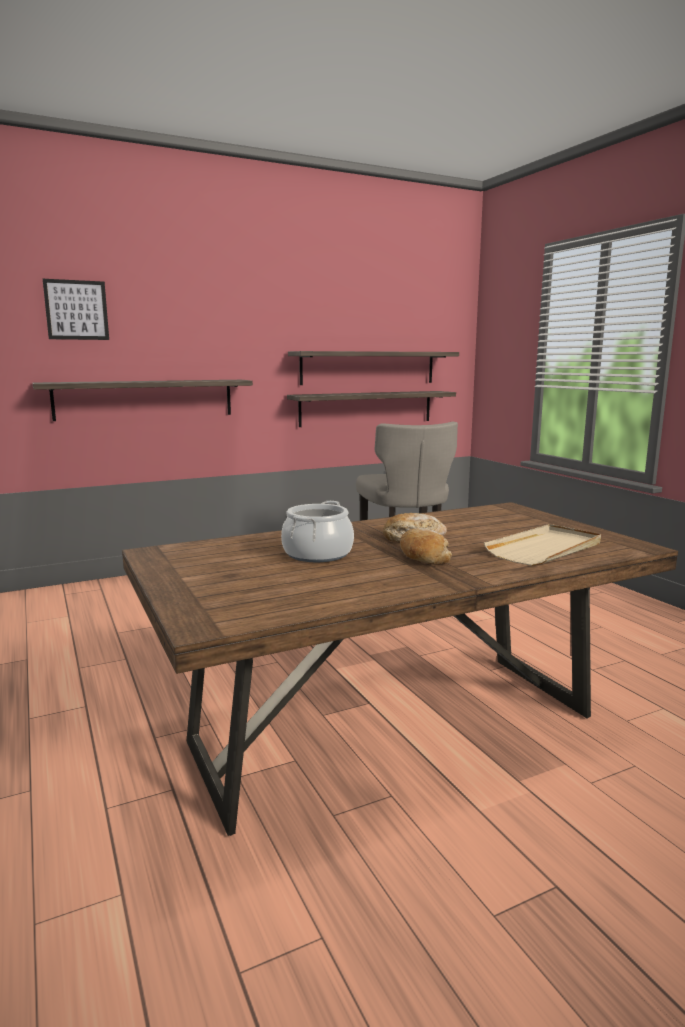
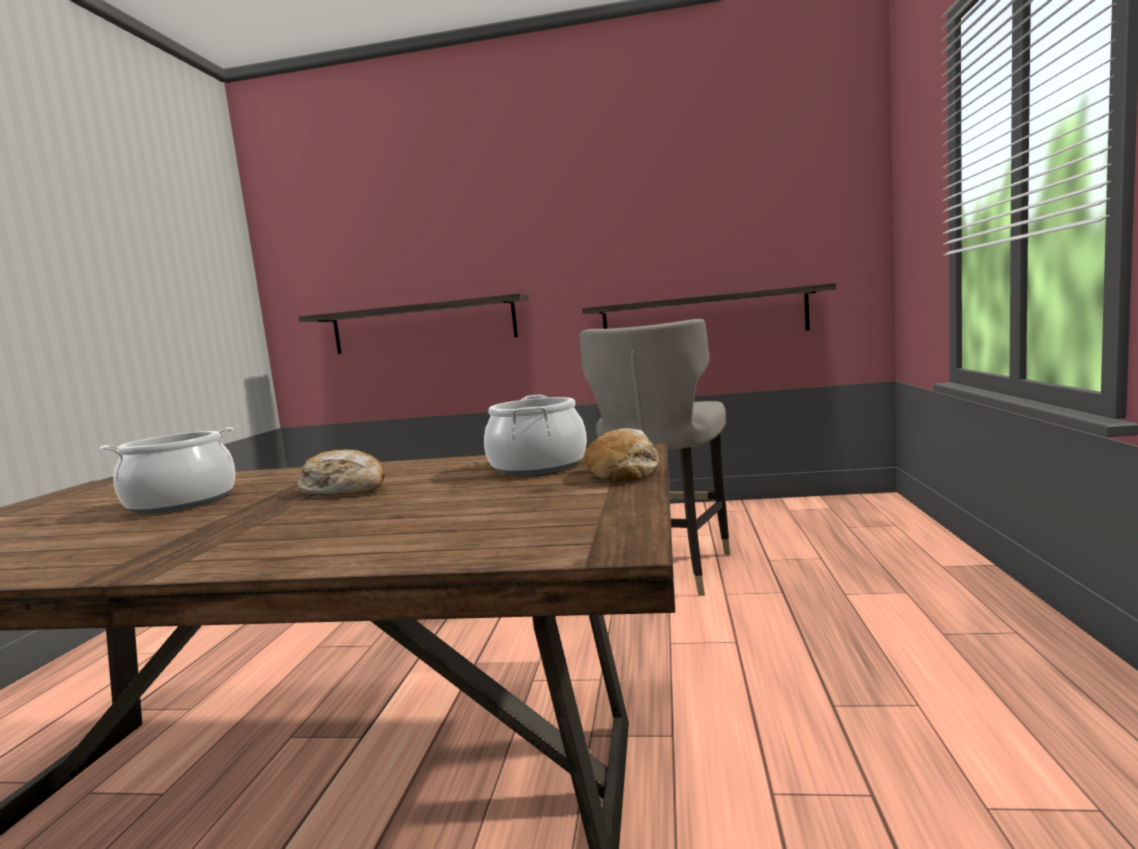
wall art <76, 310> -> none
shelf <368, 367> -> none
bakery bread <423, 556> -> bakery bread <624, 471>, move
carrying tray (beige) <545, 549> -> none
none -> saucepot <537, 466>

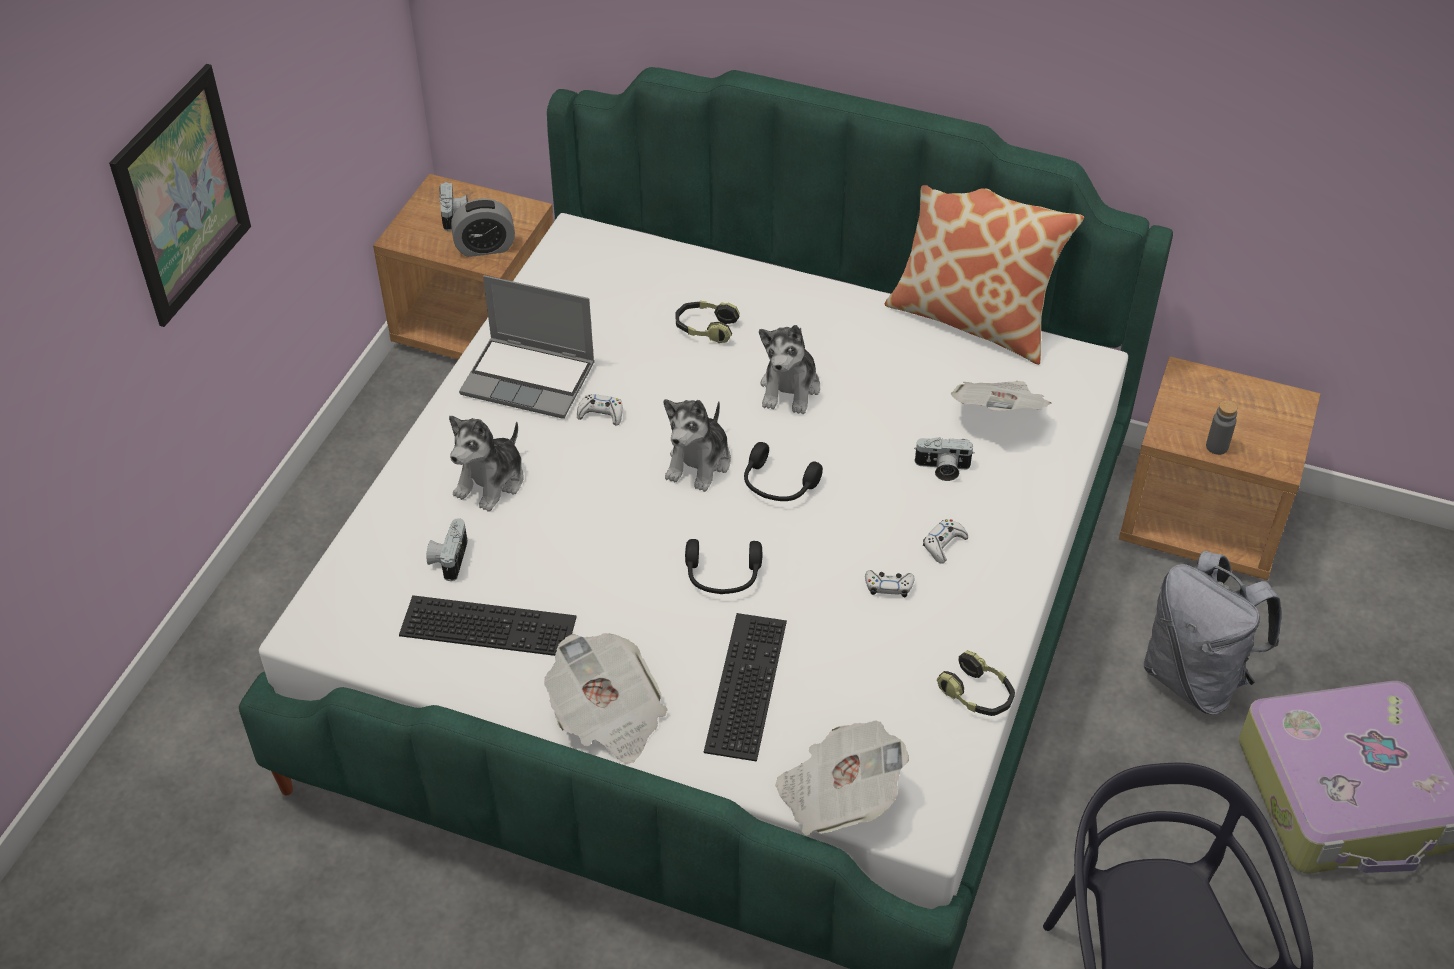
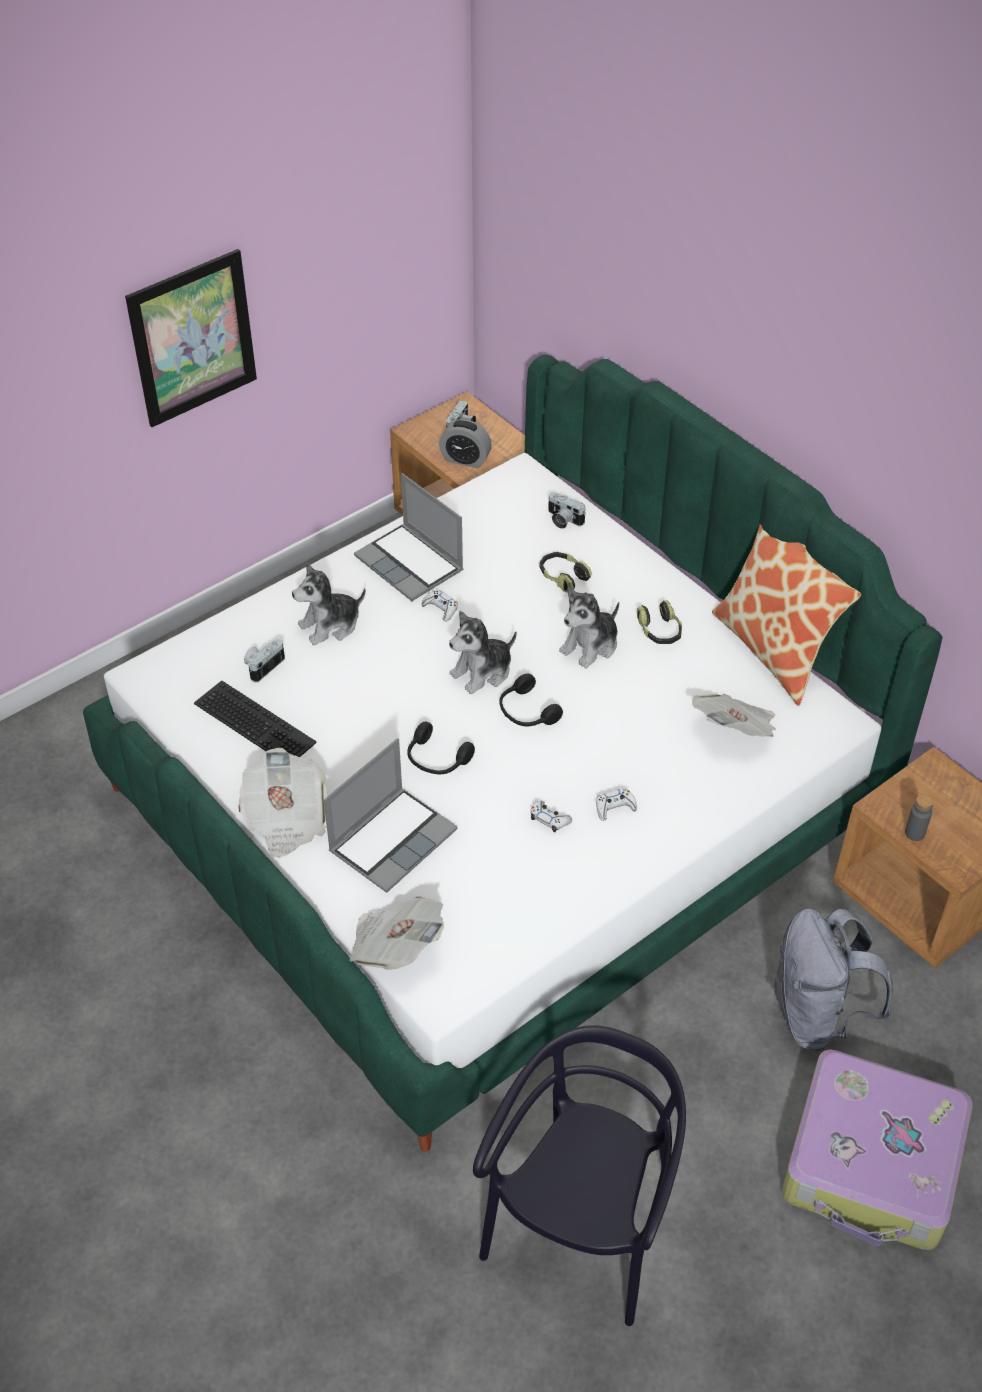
keyboard <743, 683> -> notebook computer <393, 839>
photo camera <942, 469> -> photo camera <563, 520>, move
headset <977, 695> -> headset <659, 631>, move

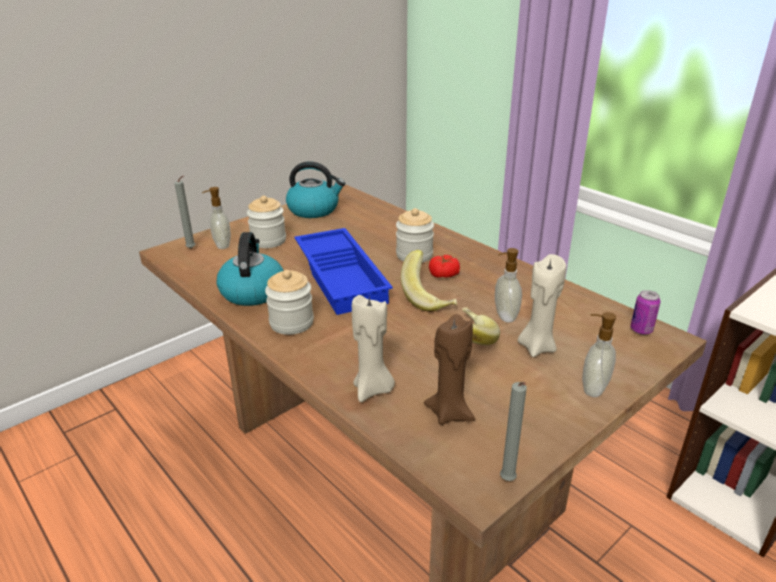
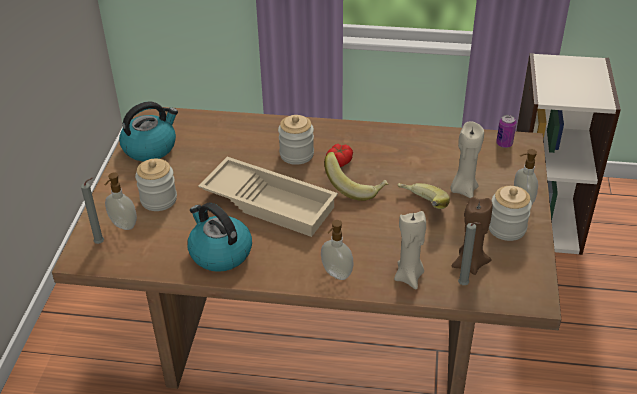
preserve jar <291, 323> -> preserve jar <506, 228>, move
carrying tray (blue) <343, 277> -> carrying tray (beige) <270, 202>
soap dispenser <504, 316> -> soap dispenser <336, 274>, move
candle (gray) <508, 481> -> candle (gray) <464, 285>, move

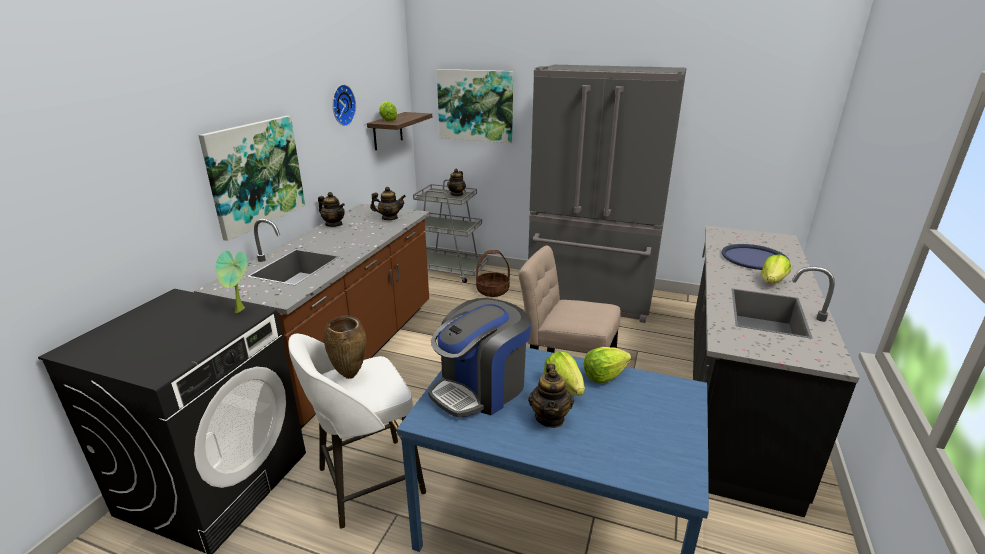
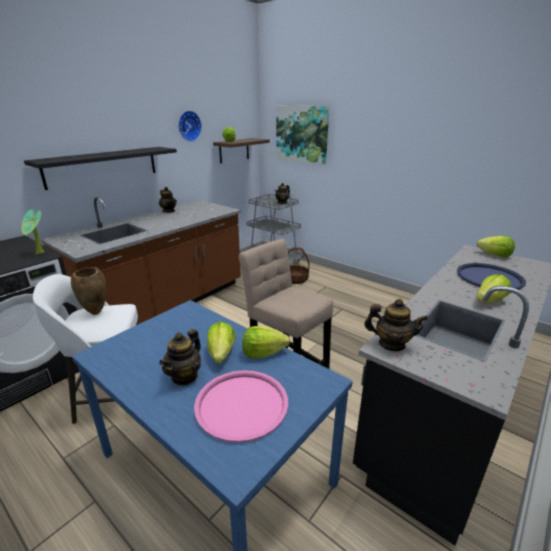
wall art <255, 174> -> shelf (black-coloured) <103, 166>
pot for tea <389, 218> -> pot for tea <391, 344>, move
coffee machine <480, 388> -> none
refrigerator (gray) <591, 298> -> none
none -> carrying tray (pink) <241, 404>
none -> lettuce <495, 255>

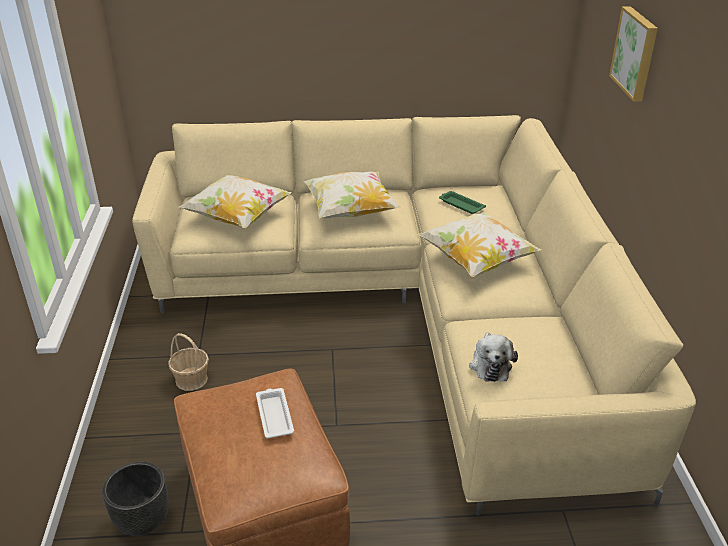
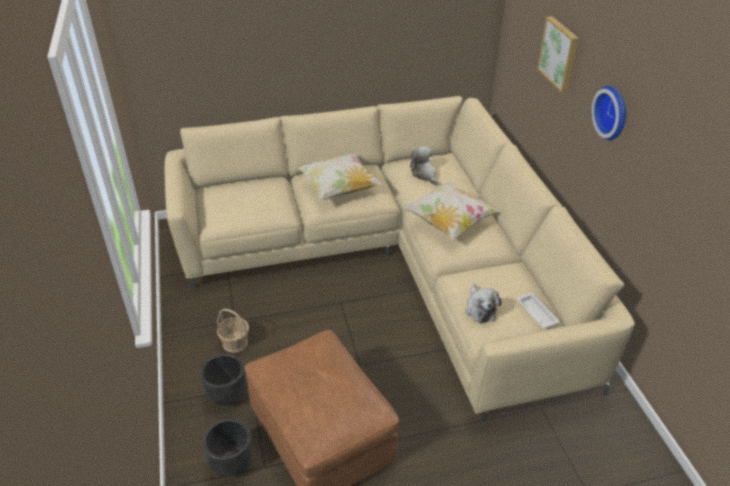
throw pillow <237, 218> -> none
carrying tray (white) <274, 415> -> carrying tray (white) <536, 312>, move
carrying tray (green) <461, 205> -> soft toy <424, 174>
none -> flower pot (black-coloured) <226, 396>
none -> clock on the wall <613, 112>

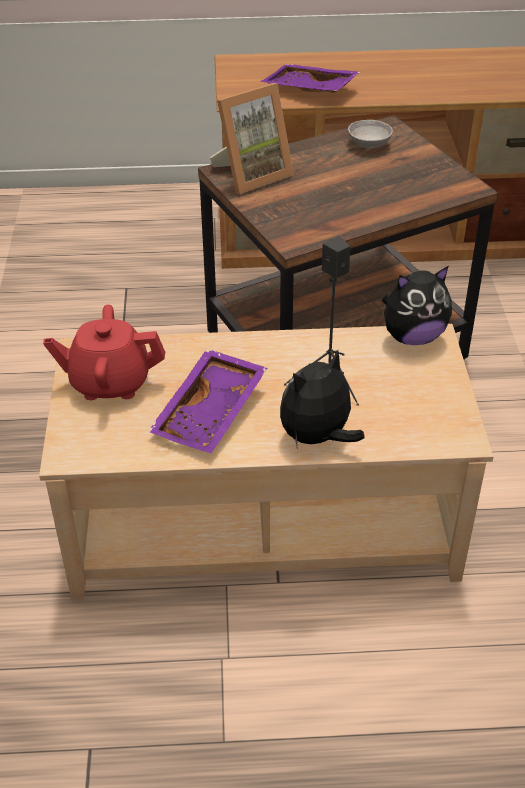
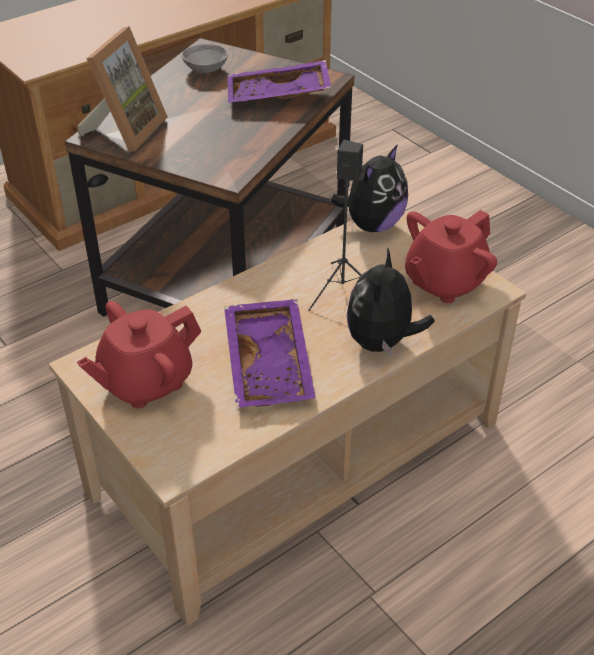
carrying tray (purplish) <308, 90> -> carrying tray (purplish) <278, 96>, move
none -> pot for tea (red) <444, 282>

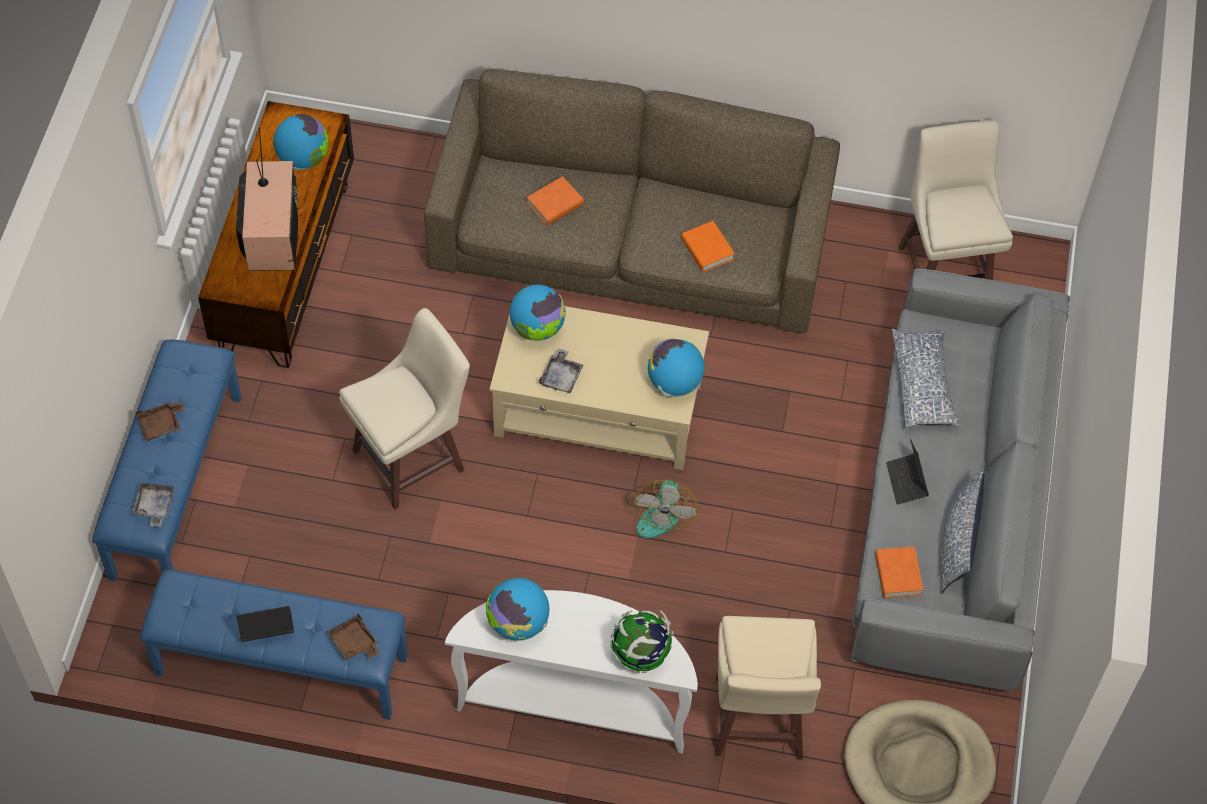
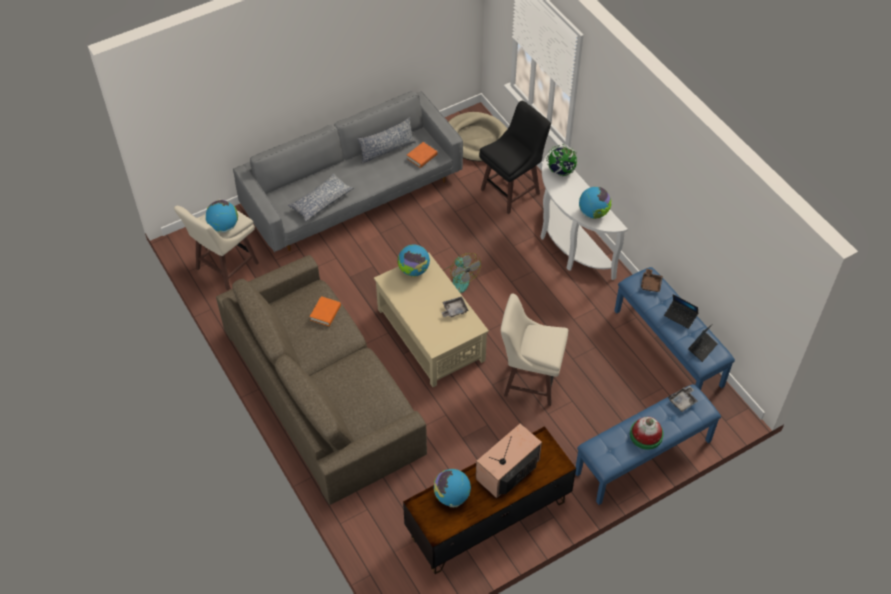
carrying tray (brownish) <161, 425> -> clothing hat <646, 435>
desk globe <537, 328> -> desk globe <224, 226>, move
bound book (orange-coloured) <555, 204> -> none
electric fan <659, 512> -> electric fan <457, 279>, 90 degrees clockwise
stool (beige) <757, 721> -> stool (black-coloured) <512, 191>
notebook computer <906, 482> -> notebook computer <702, 348>, move

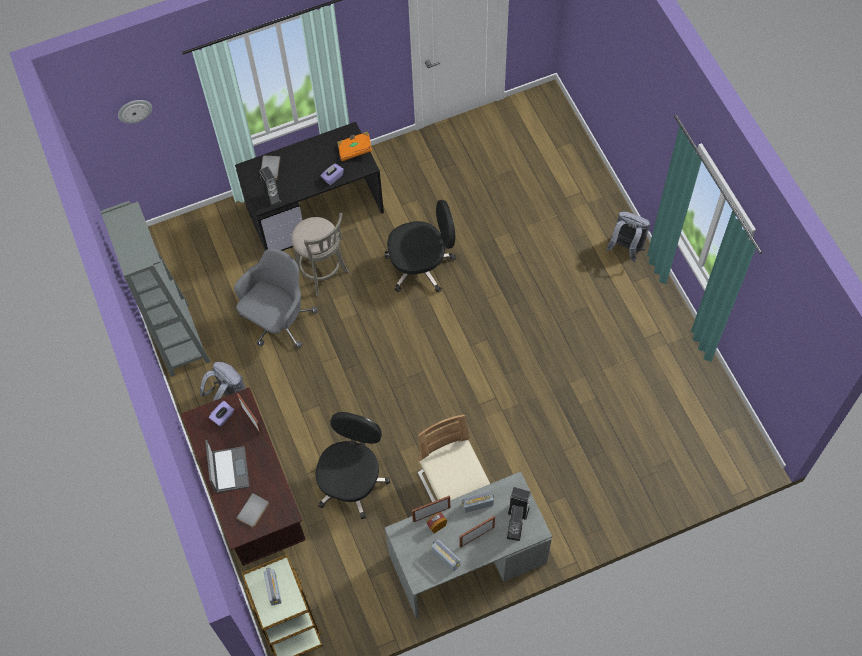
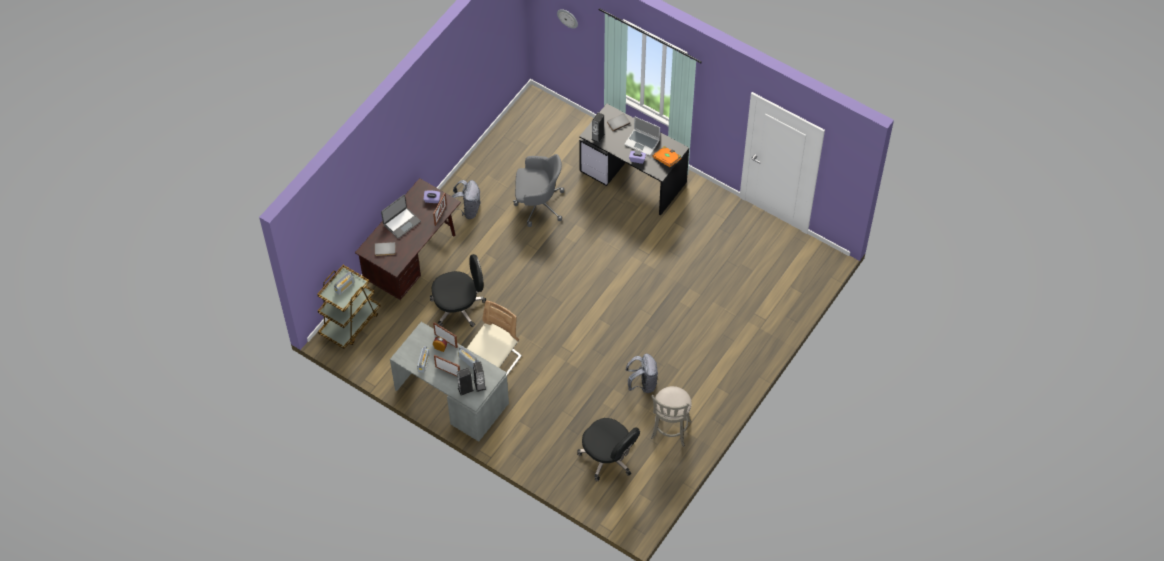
bookshelf (gray) <179, 340> -> none
stool (gray) <323, 274> -> stool (gray) <670, 432>, move
computer chair (black-coloured) <421, 266> -> computer chair (black-coloured) <608, 457>, move
knapsack (gray) <626, 248> -> knapsack (gray) <642, 383>, move
none -> notebook computer <642, 142>

